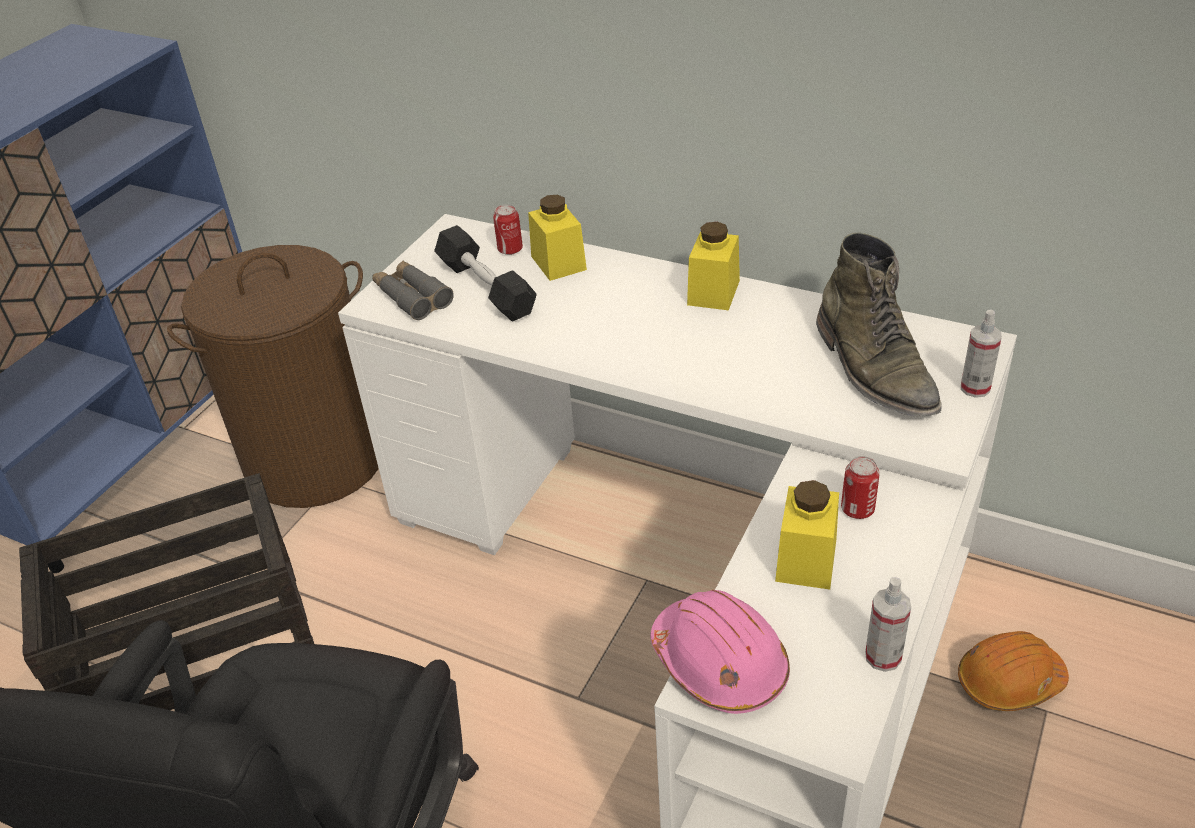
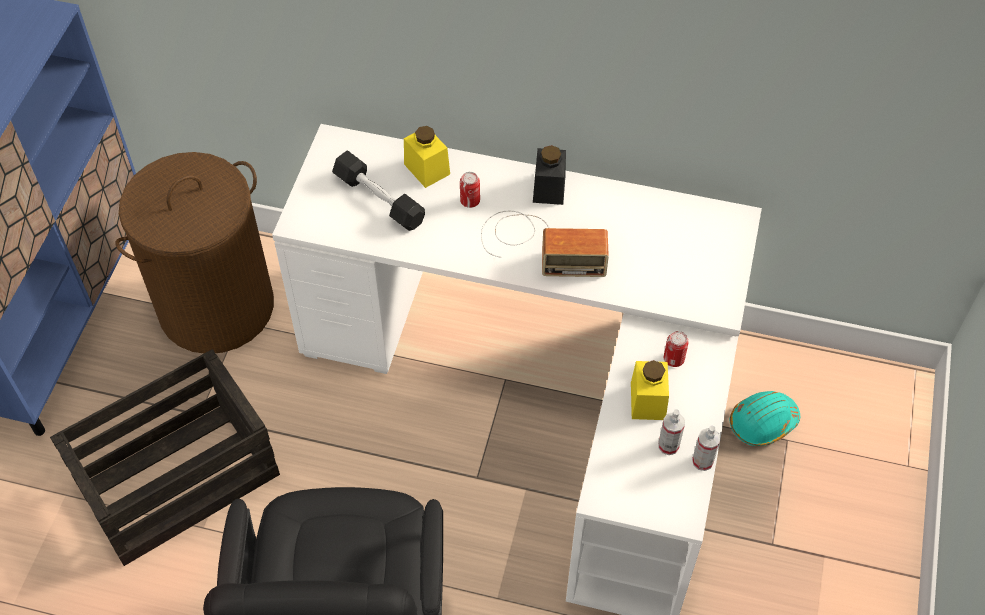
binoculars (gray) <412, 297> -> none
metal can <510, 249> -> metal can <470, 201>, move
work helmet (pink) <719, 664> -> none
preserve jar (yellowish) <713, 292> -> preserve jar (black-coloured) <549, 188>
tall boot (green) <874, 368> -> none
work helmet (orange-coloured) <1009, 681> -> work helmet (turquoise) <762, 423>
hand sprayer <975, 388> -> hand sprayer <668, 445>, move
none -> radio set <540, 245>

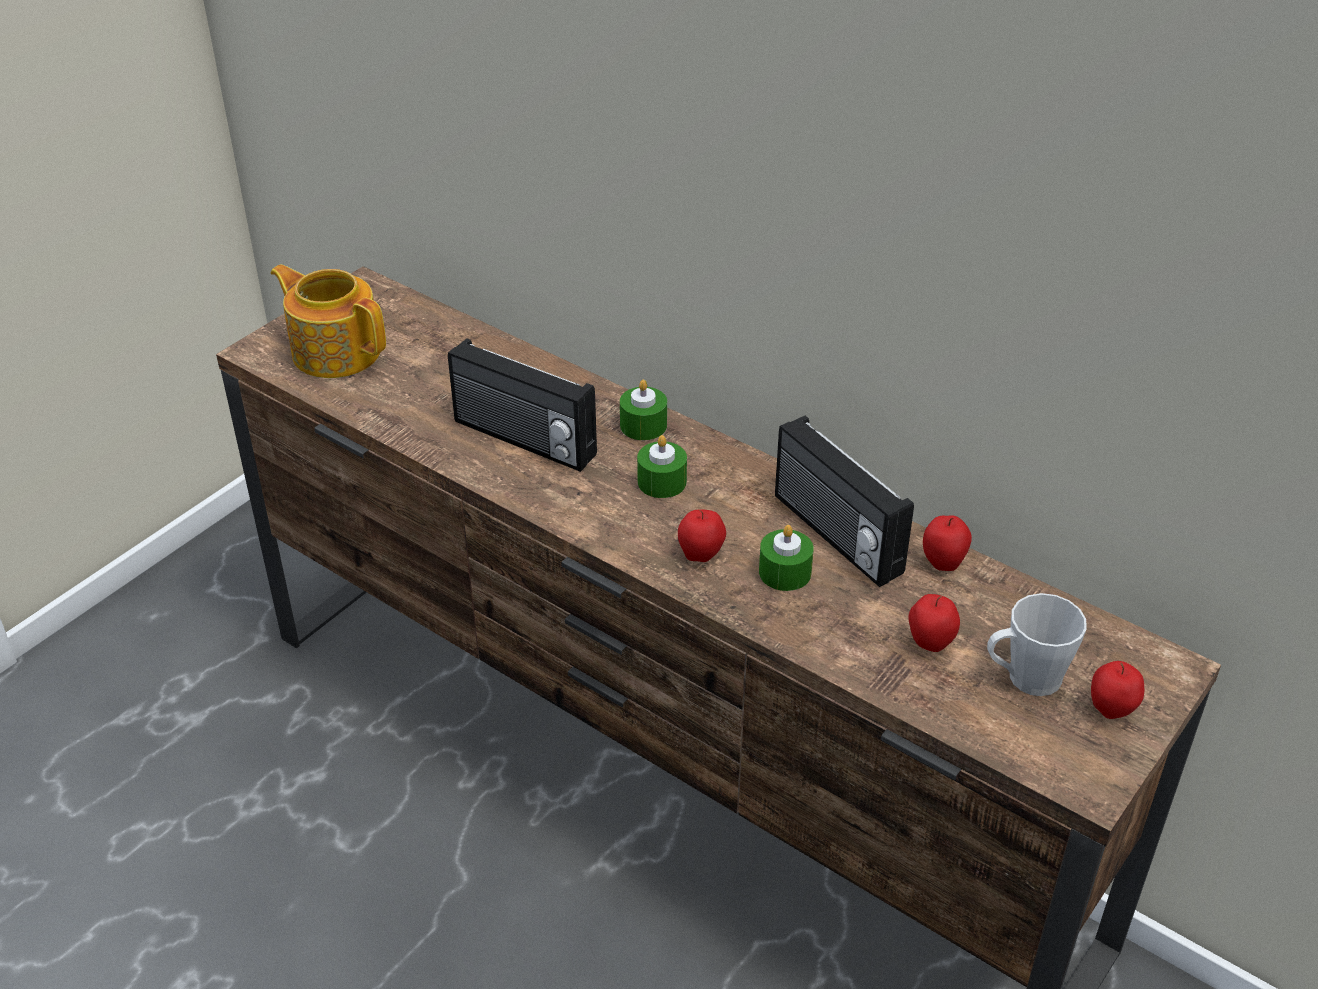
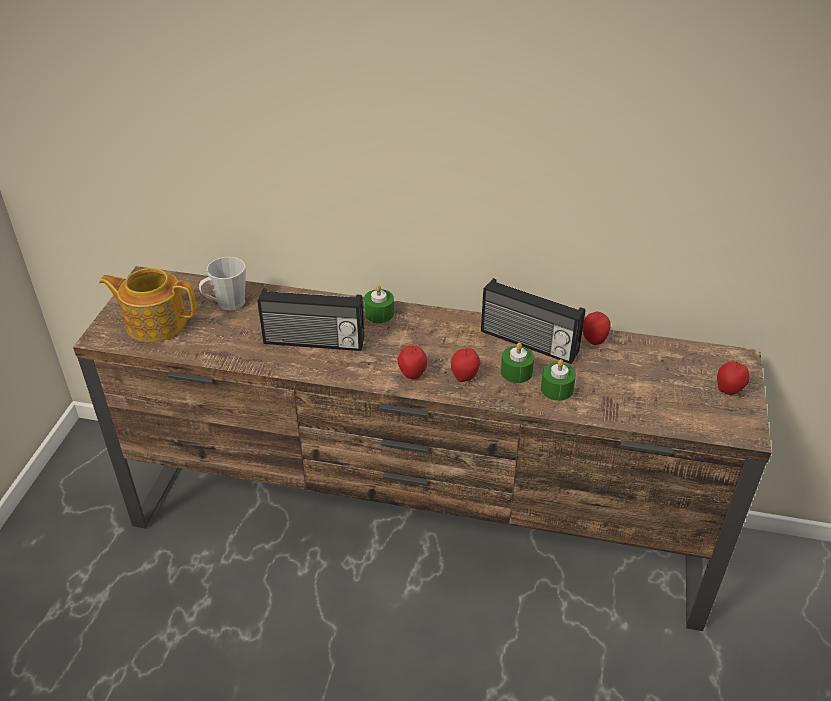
candle (green) <662, 482> -> candle (green) <557, 389>, move
whole apple <930, 643> -> whole apple <412, 375>, move
tea mug (gray) <1025, 678> -> tea mug (gray) <226, 304>, move

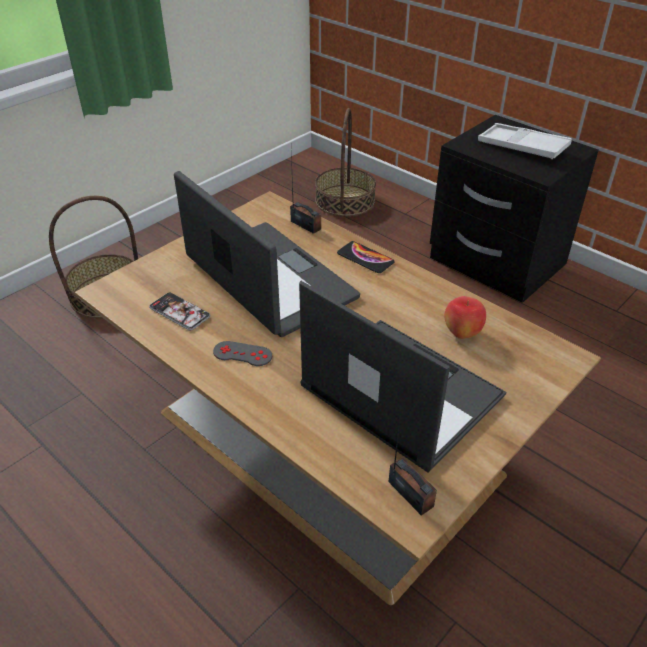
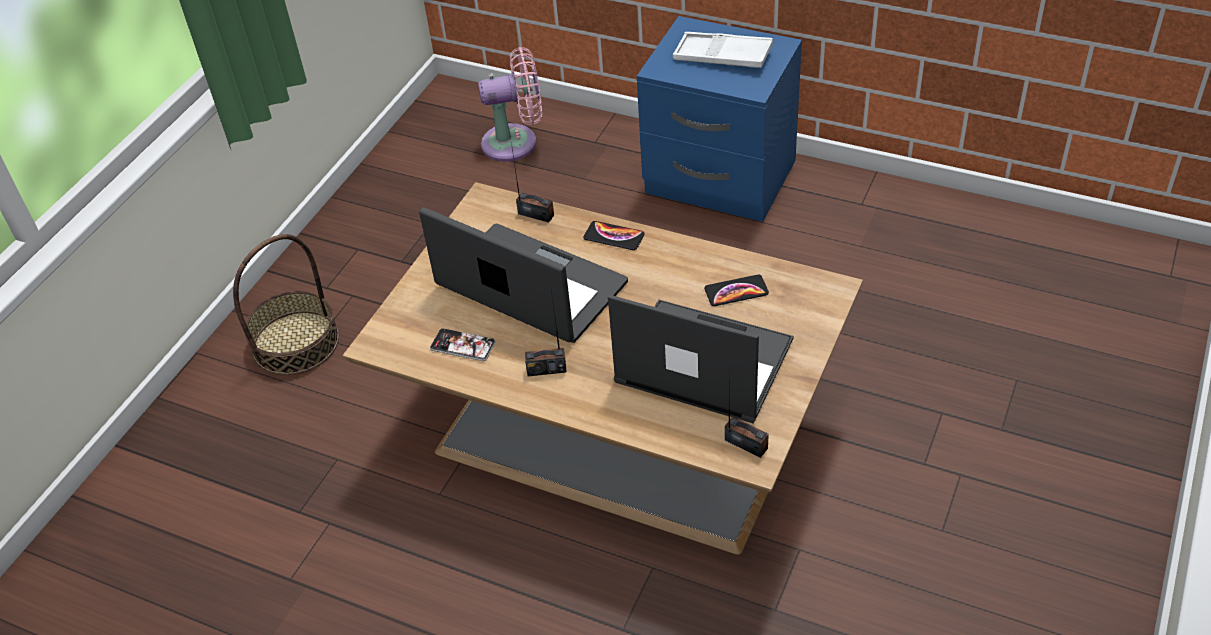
game controller (gray) <242, 354> -> radio set <546, 369>
household basket <344, 200> -> electric fan (pink) <515, 142>
bedside table (black-coloured) <495, 262> -> bedside table (blue) <719, 180>
whole apple <462, 334> -> phone <736, 291>

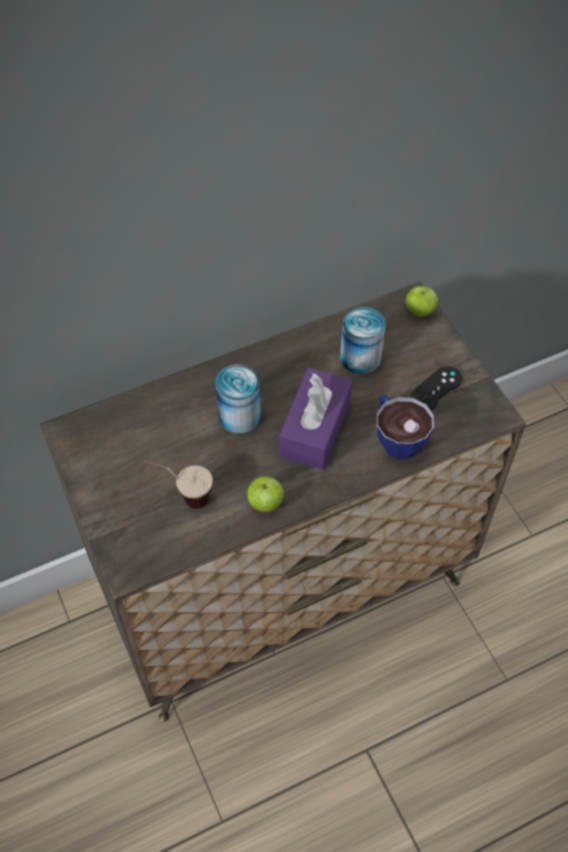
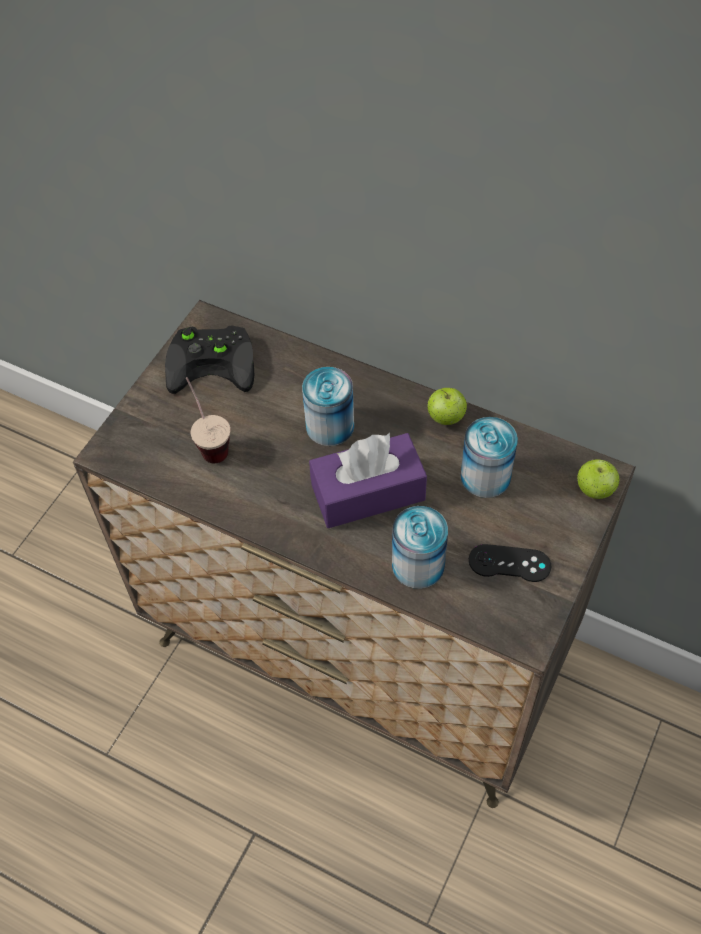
whole apple <265, 503> -> whole apple <446, 418>, move
drinking cup <396, 437> -> metal can <418, 565>
none -> game controller (black-coloured) <214, 362>

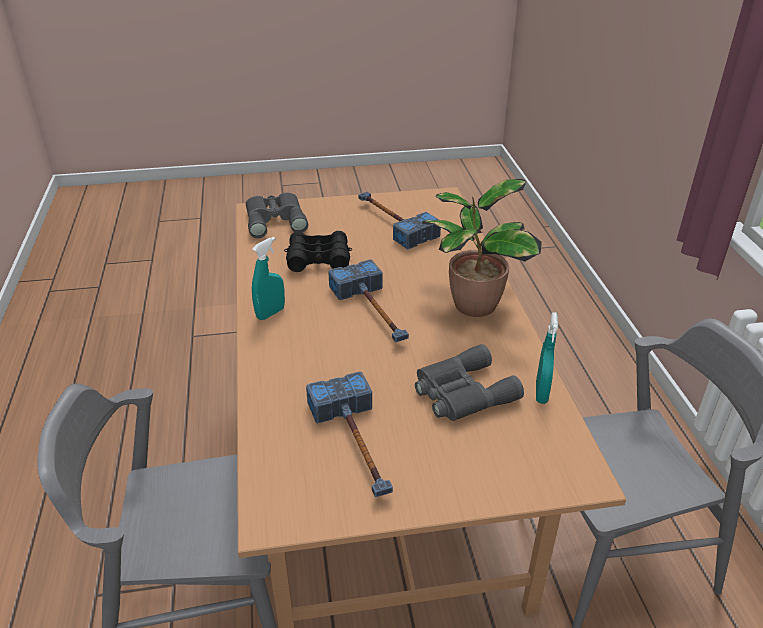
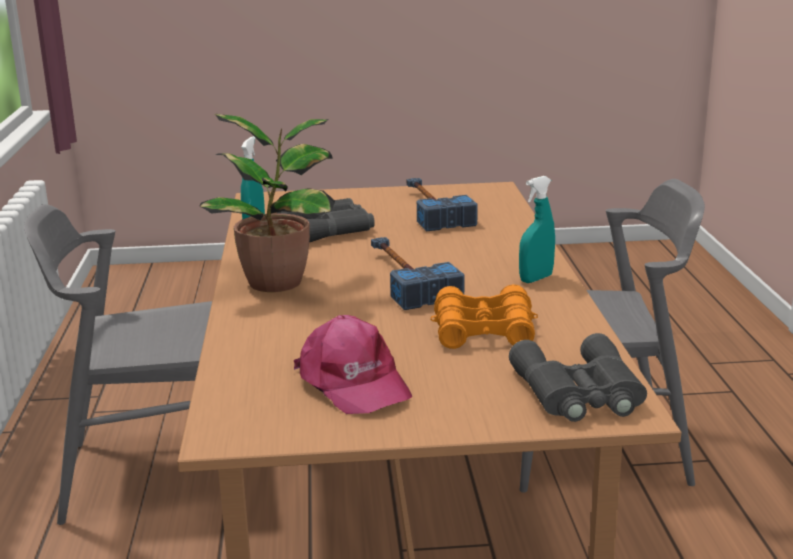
binoculars (black-coloured) <318, 259> -> binoculars (orange-coloured) <484, 331>
hammer <392, 222> -> peaked cap (pink) <352, 383>

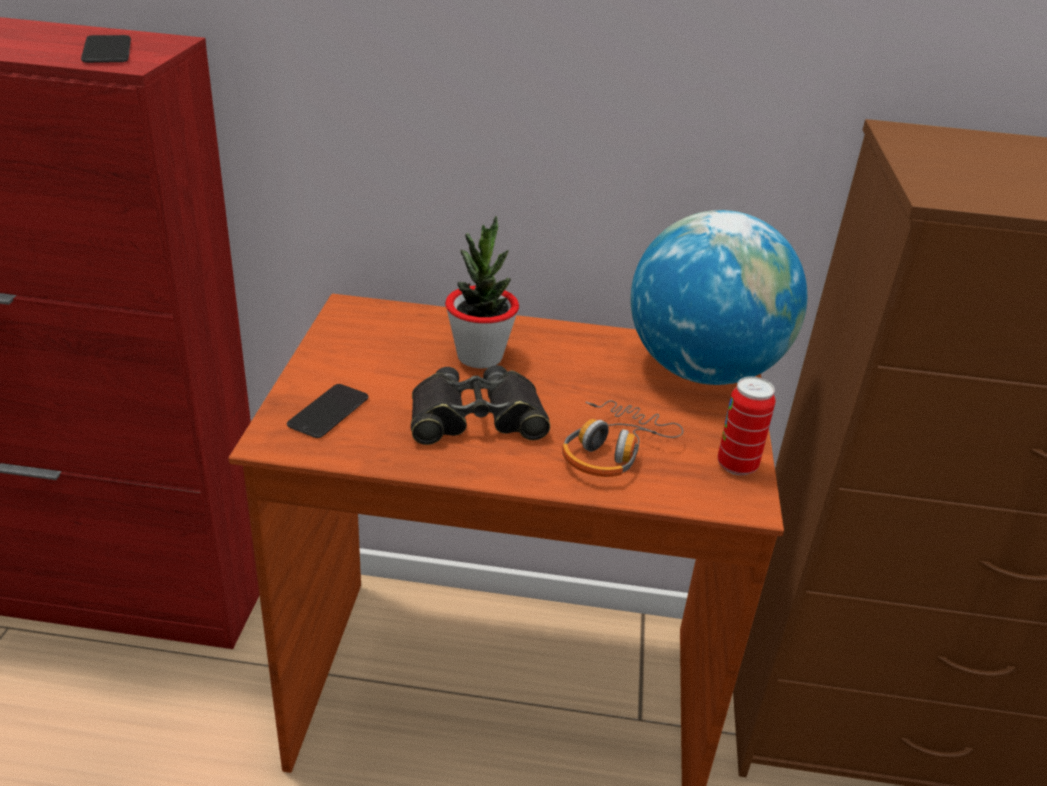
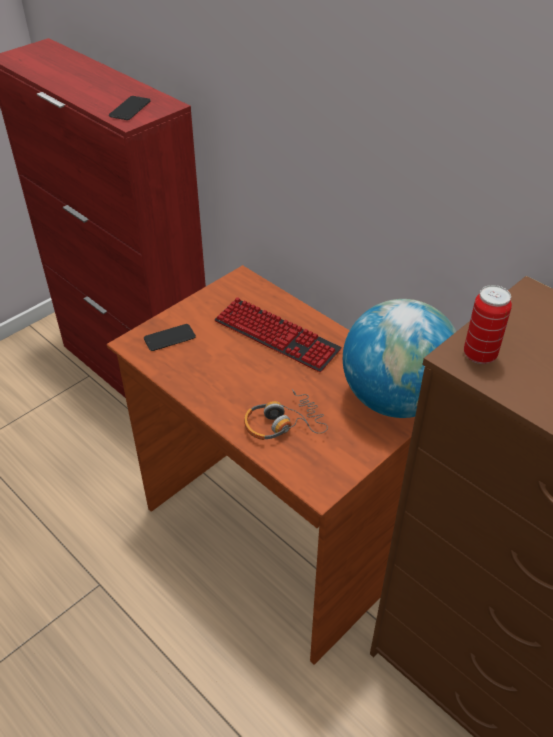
binoculars (black-coloured) <476, 418> -> none
plant in a pot <479, 356> -> keyboard <276, 336>
metal can <737, 465> -> metal can <479, 355>, move

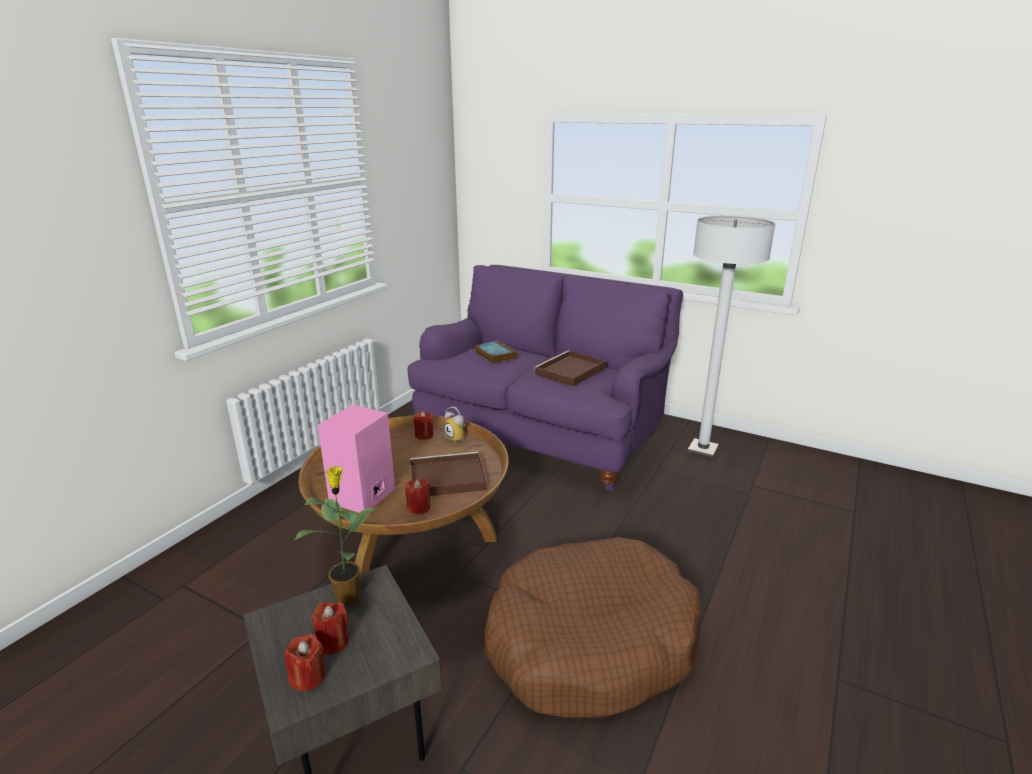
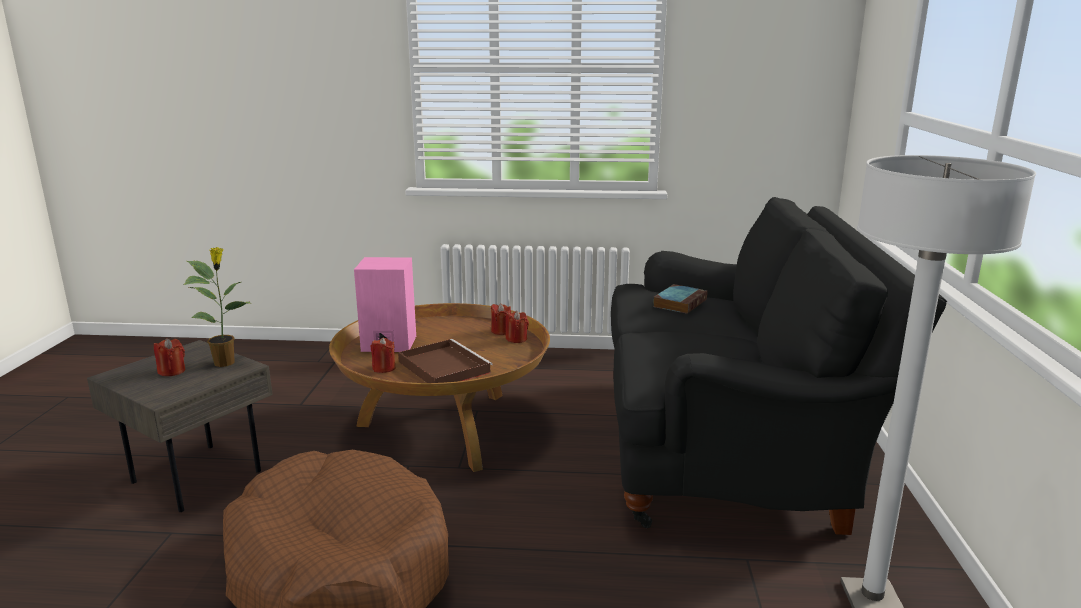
candle (red) <308, 677> -> candle (red) <501, 331>, move
couch (purplish) <544, 434> -> couch (black-coloured) <727, 446>
alarm clock <457, 438> -> none
carrying tray (brownish) <570, 371> -> none

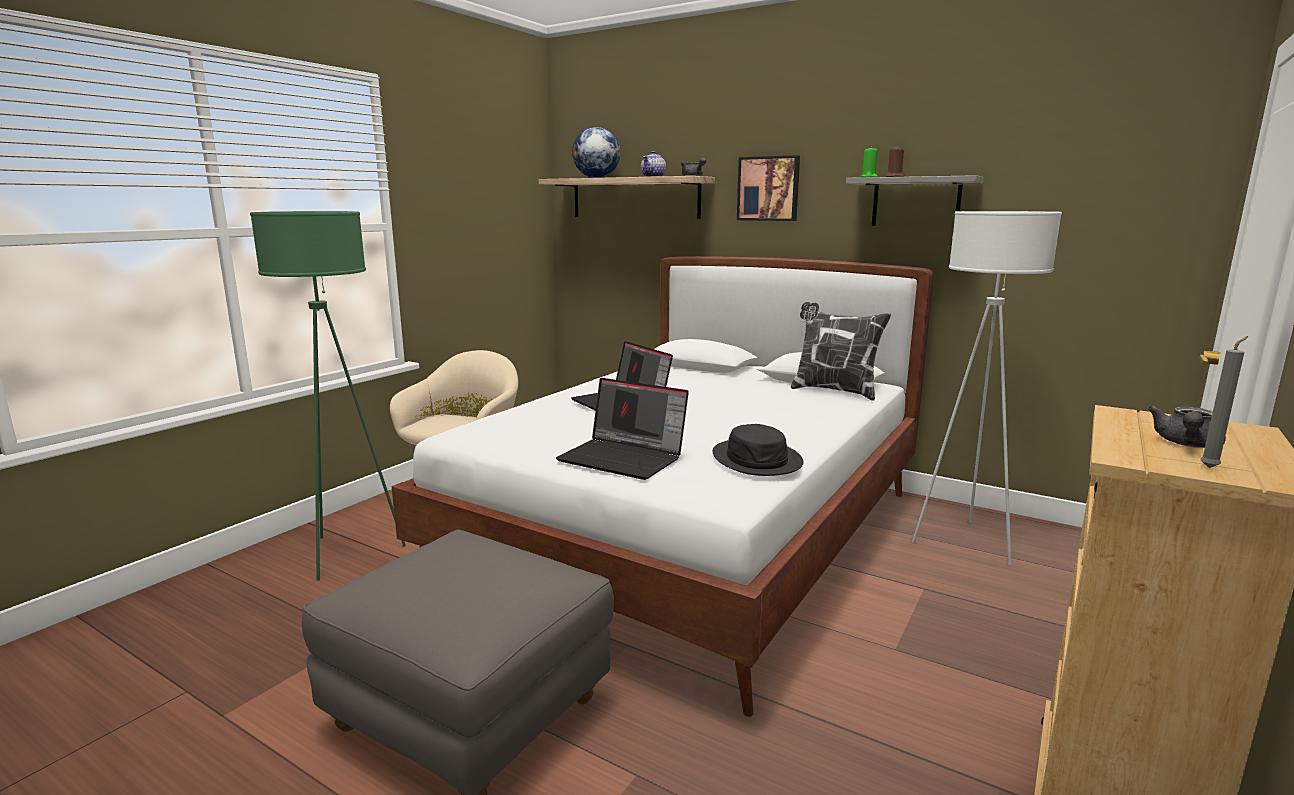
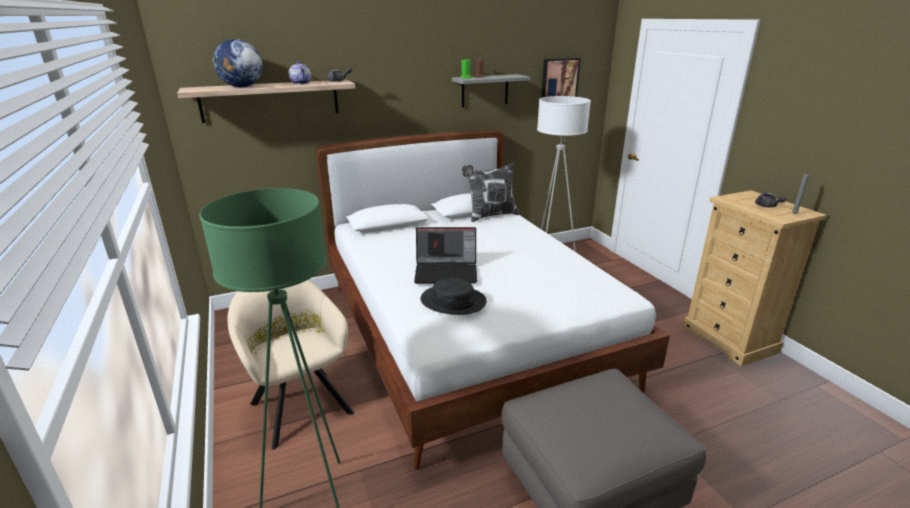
notebook computer <624, 458> -> none
clothing hat (black-coloured) <757, 459> -> clothing hat (black-coloured) <453, 301>, move
wall art <768, 189> -> wall art <559, 79>, move

